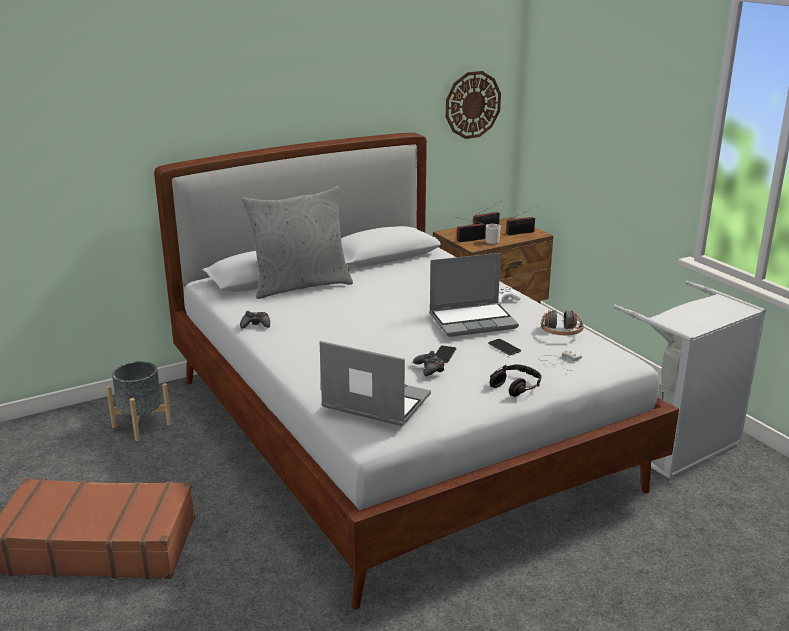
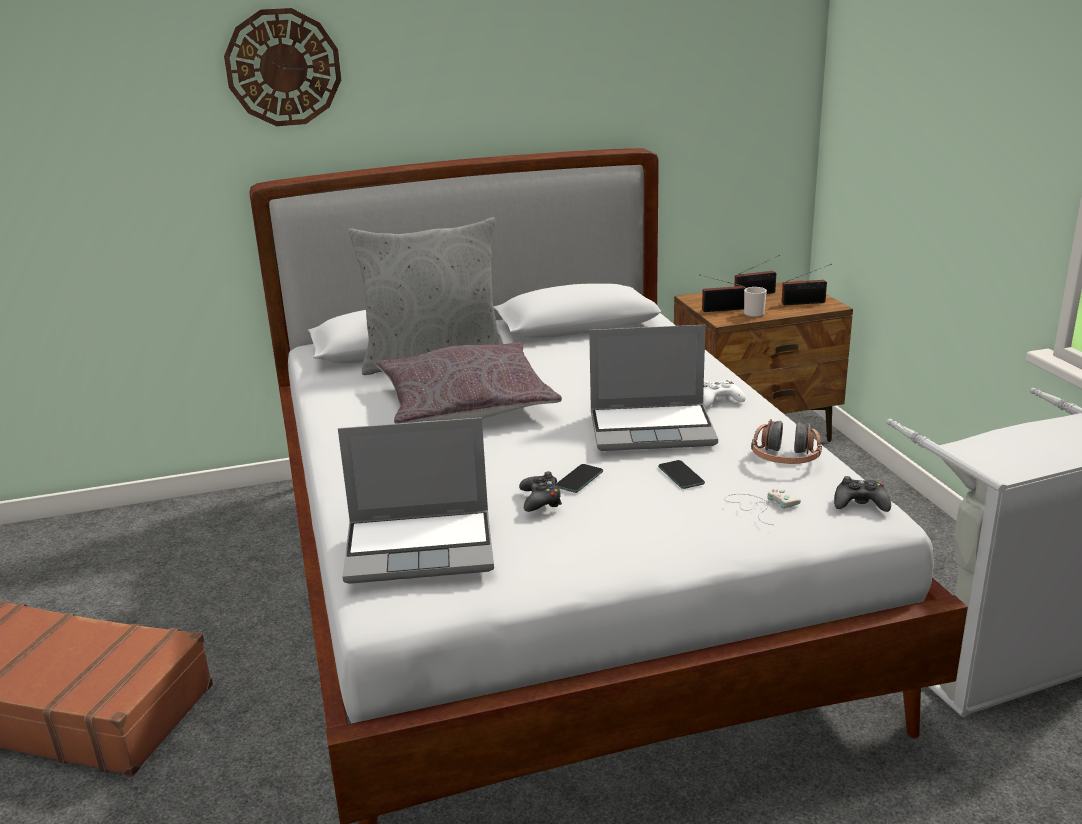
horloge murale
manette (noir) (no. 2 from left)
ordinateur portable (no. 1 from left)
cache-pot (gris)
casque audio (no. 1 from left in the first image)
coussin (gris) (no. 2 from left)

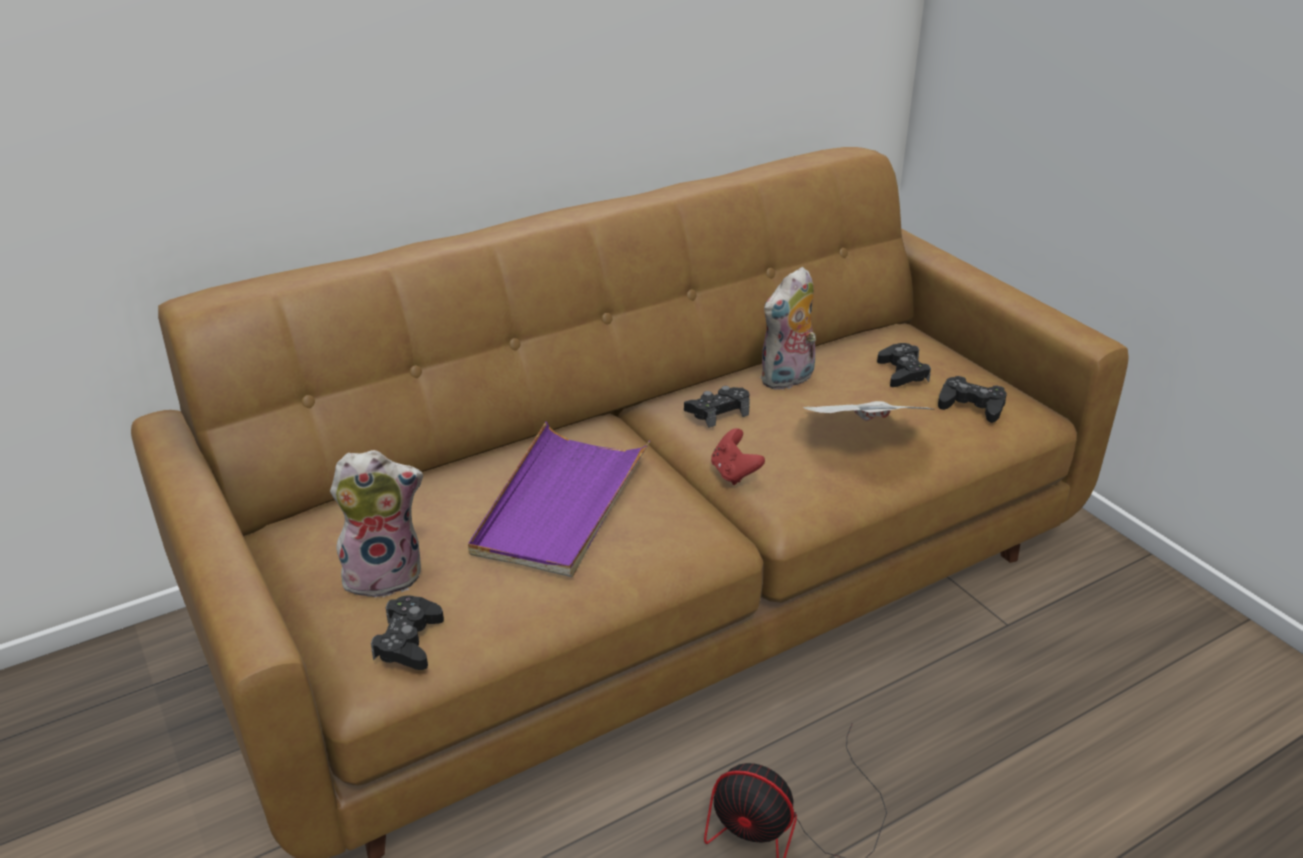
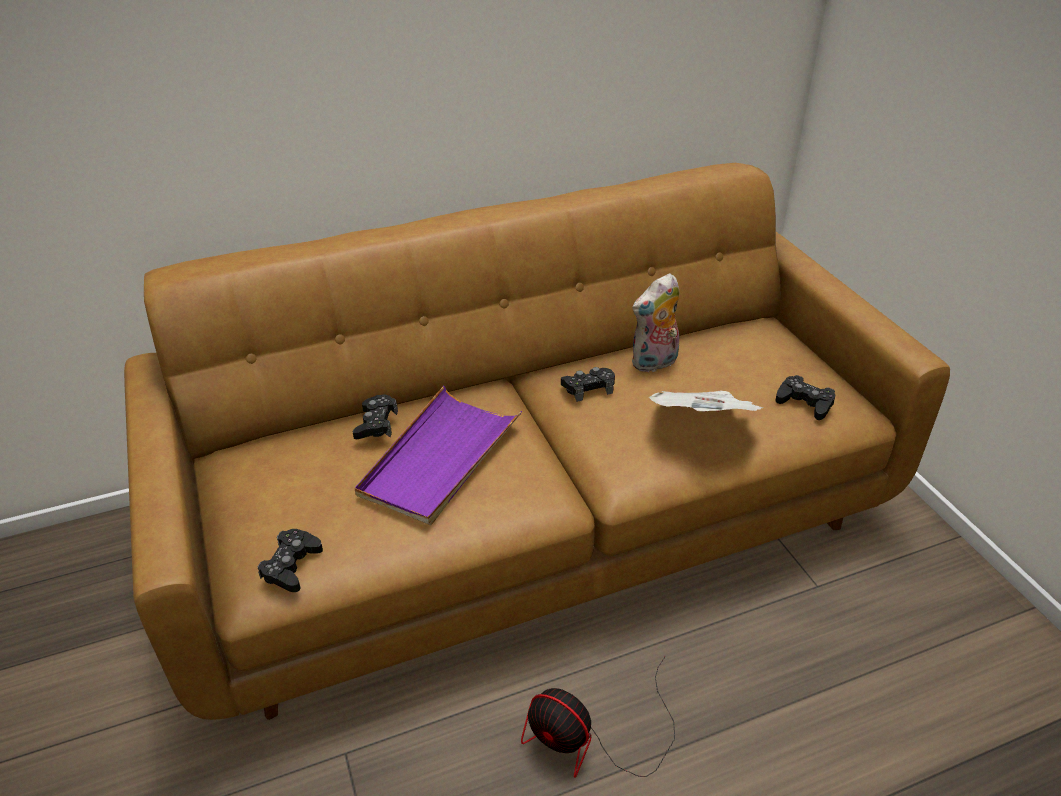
manette (noir) (no. 2 from left)
manette (rouge)
peluche (no. 1 from left in the first image)

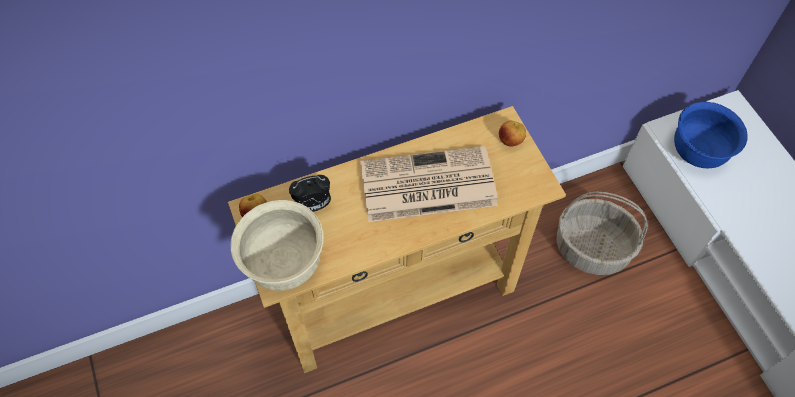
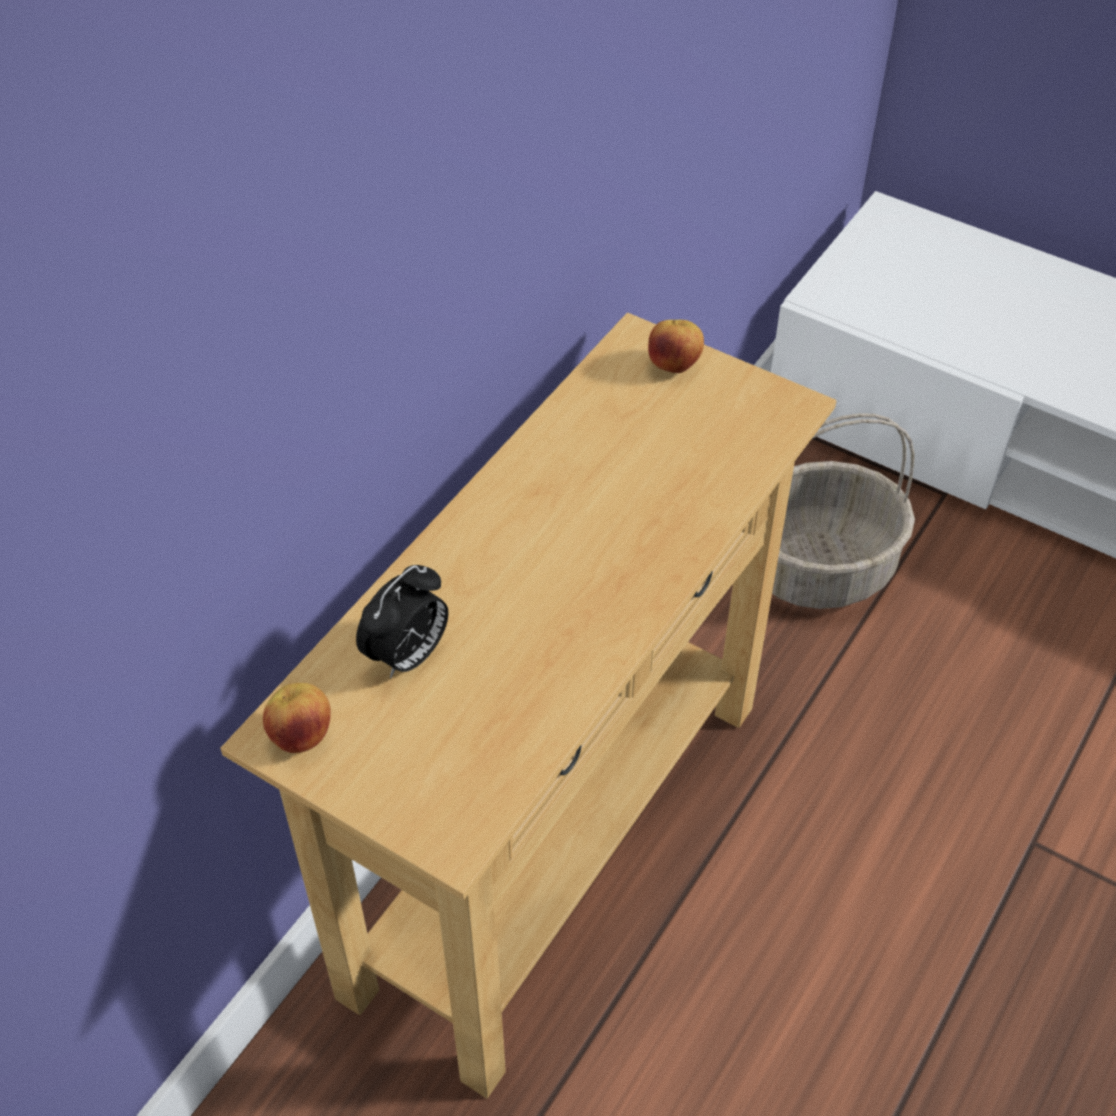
bol (bleu)
journal
bol (beige)

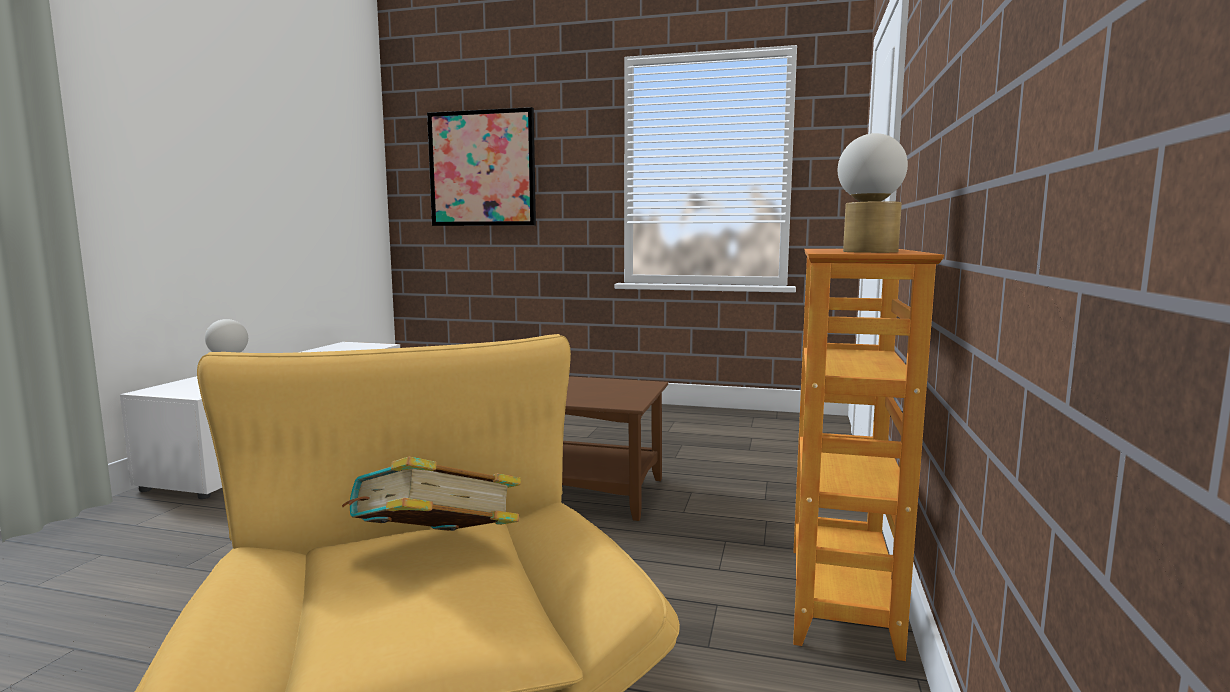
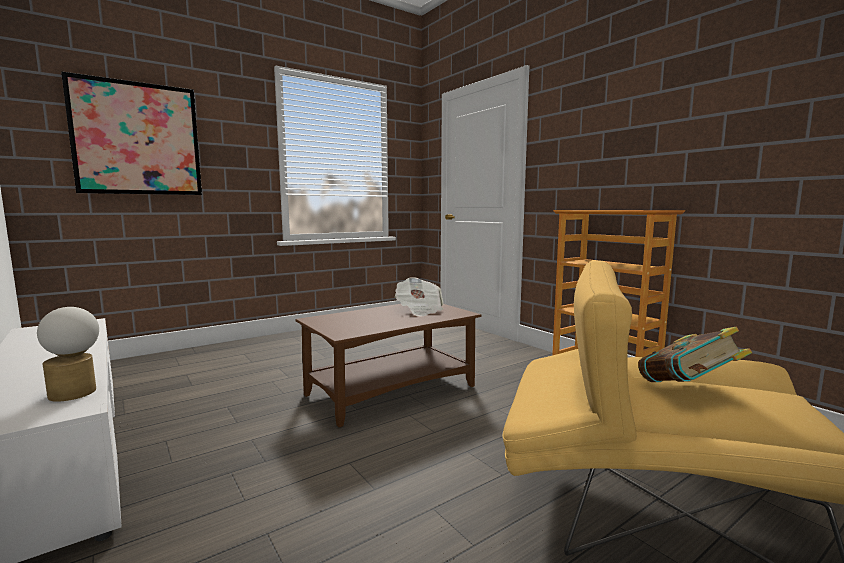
lampe de table (no. 2 from left in the first image)
journal

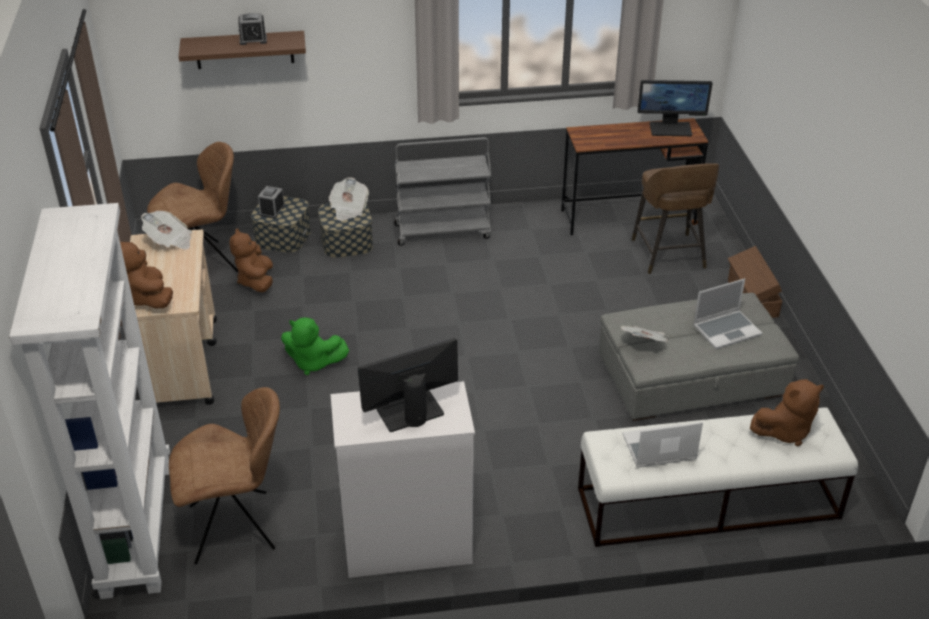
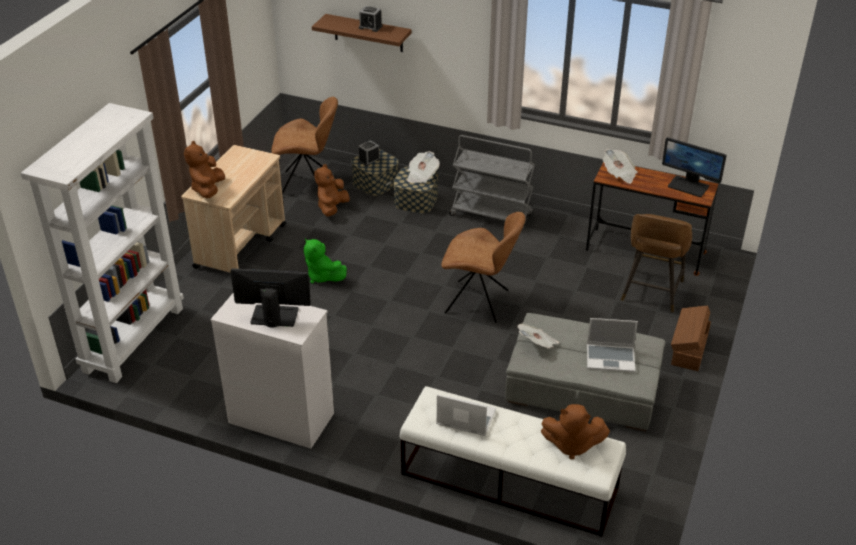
journal (no. 3 from left)
chaise (marron) (no. 2 from left)

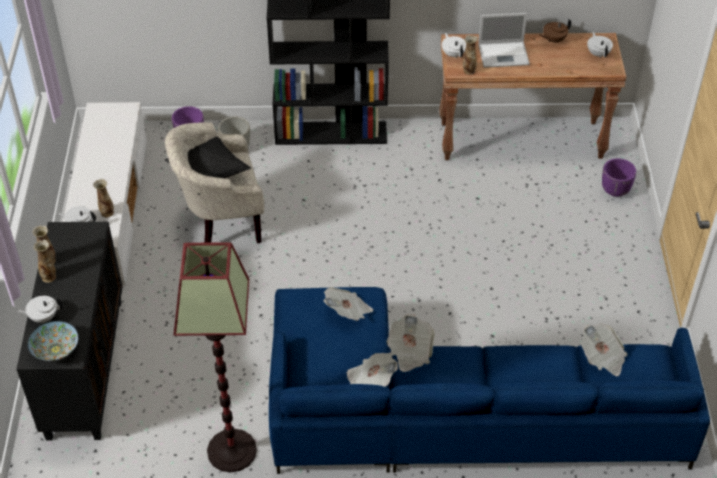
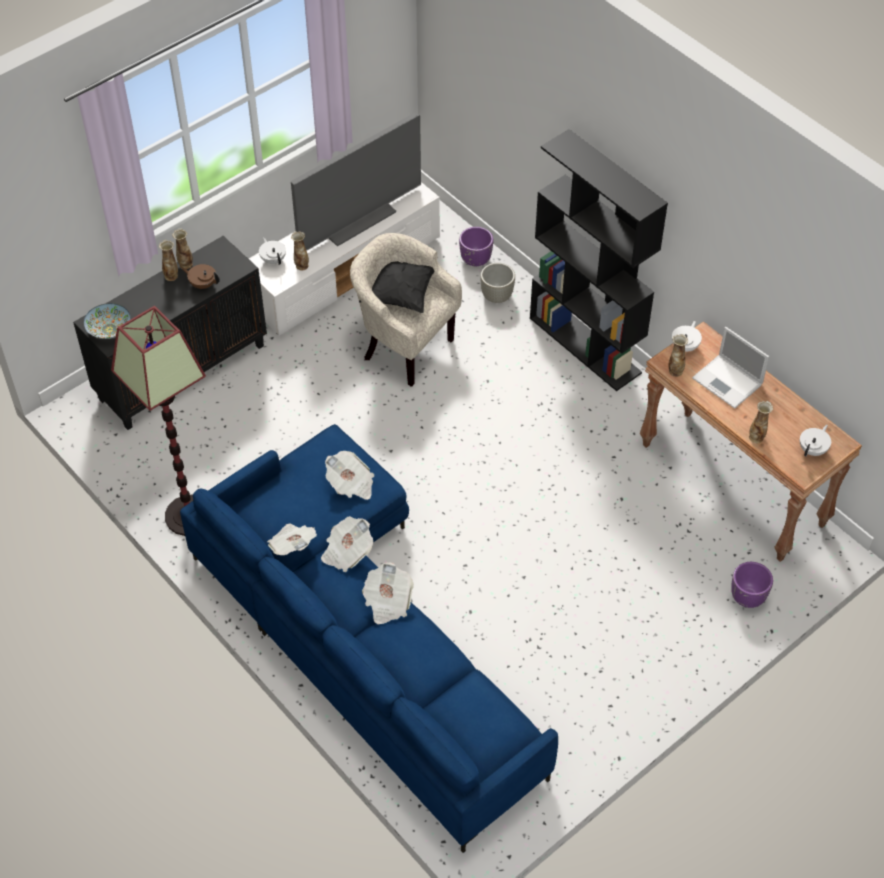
théière (marron)
théière (blanc) (no. 1 from left in the first image)
journal (no. 4 from left)
téléviseur
vase (no. 5 from left)

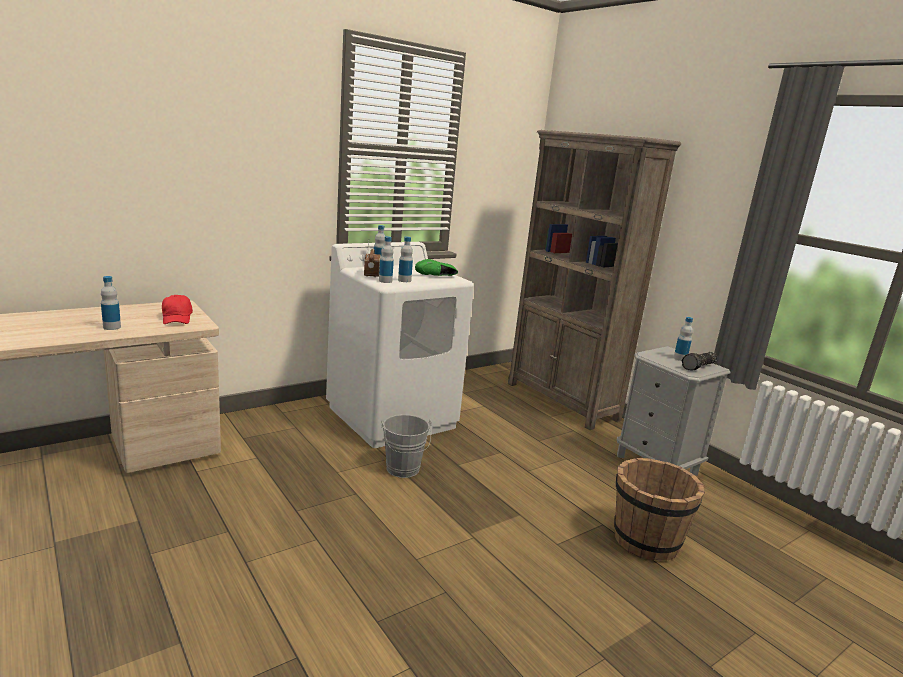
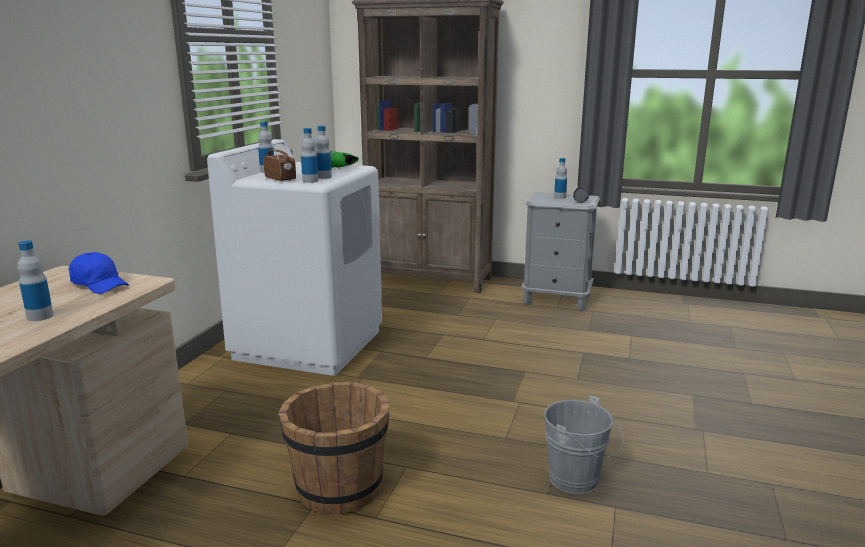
casquette (bleu)
seau (gris)
seau (marron)

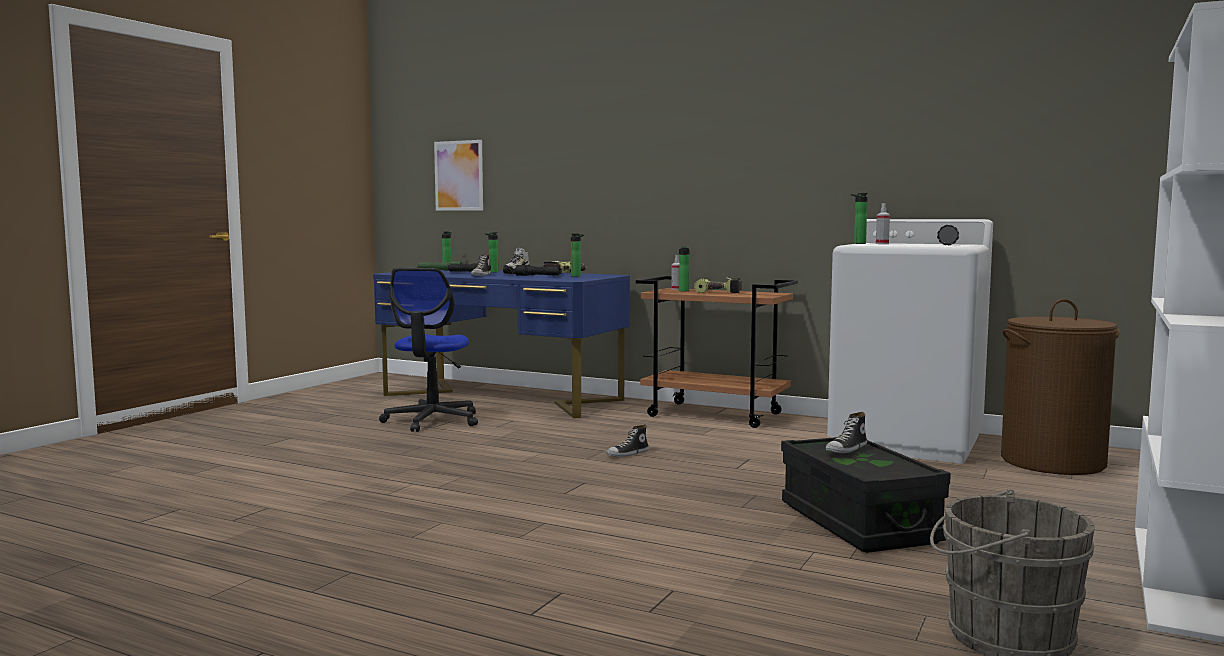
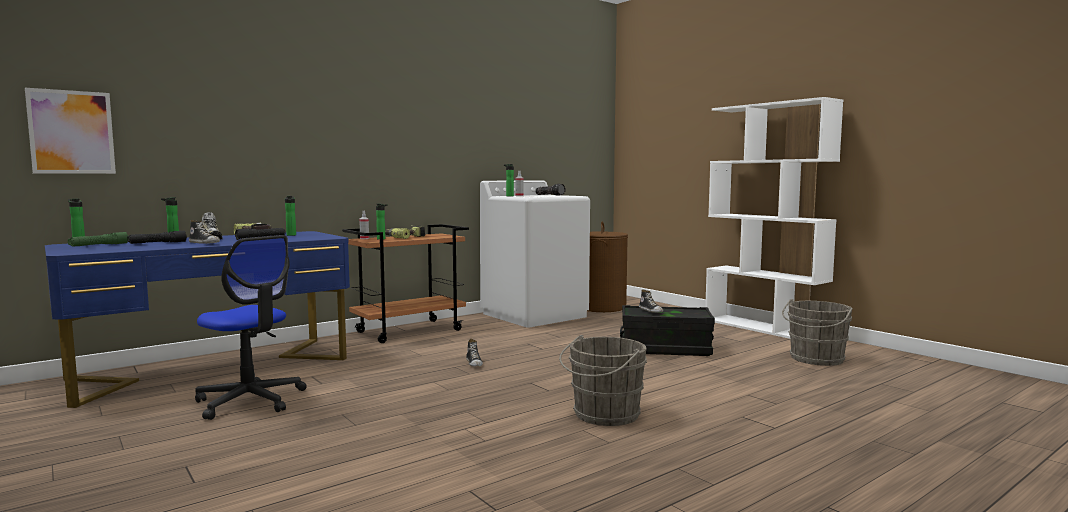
seau (gris) (no. 1 from left)

